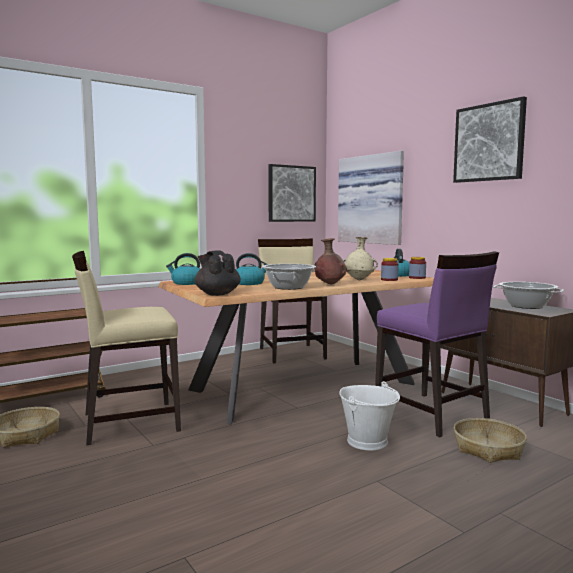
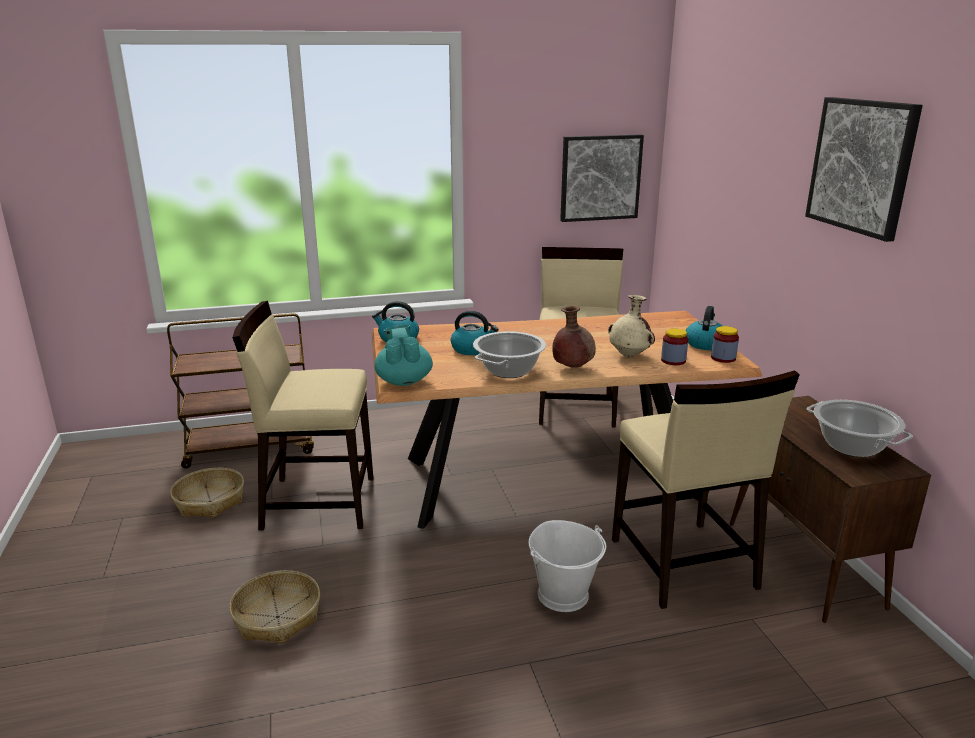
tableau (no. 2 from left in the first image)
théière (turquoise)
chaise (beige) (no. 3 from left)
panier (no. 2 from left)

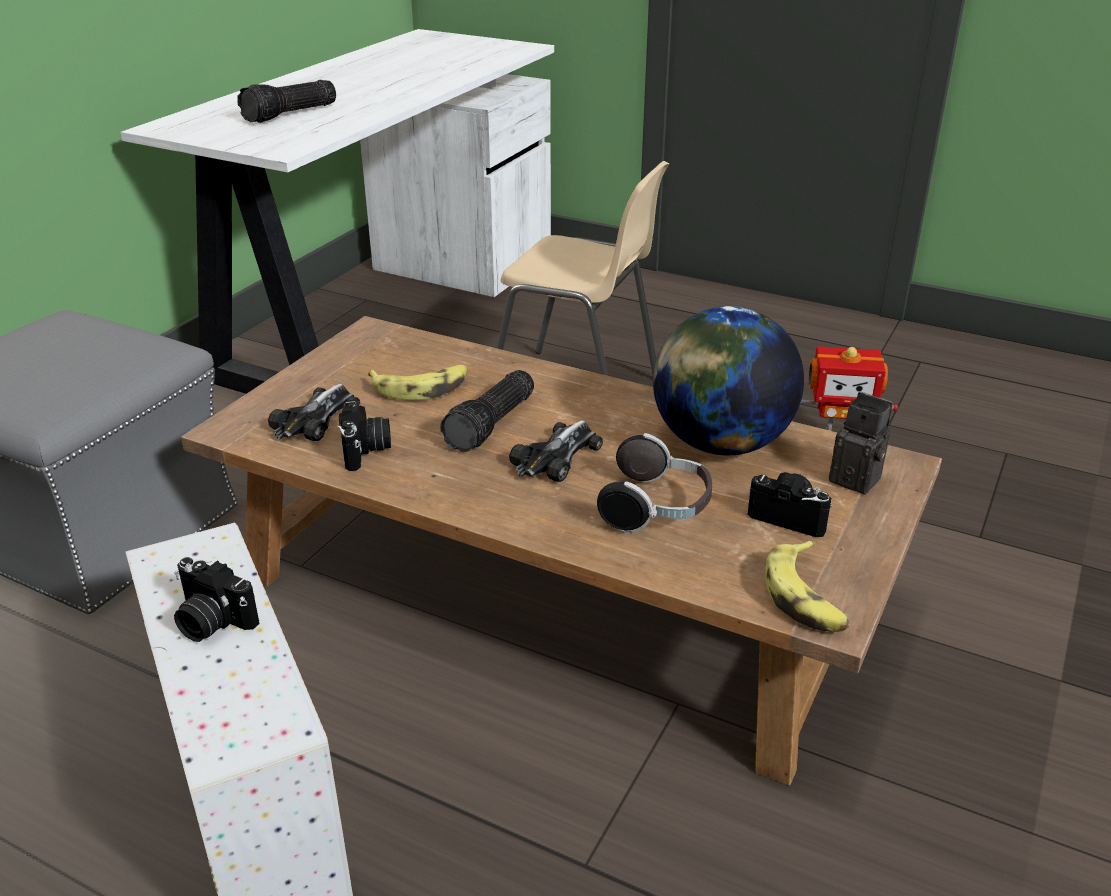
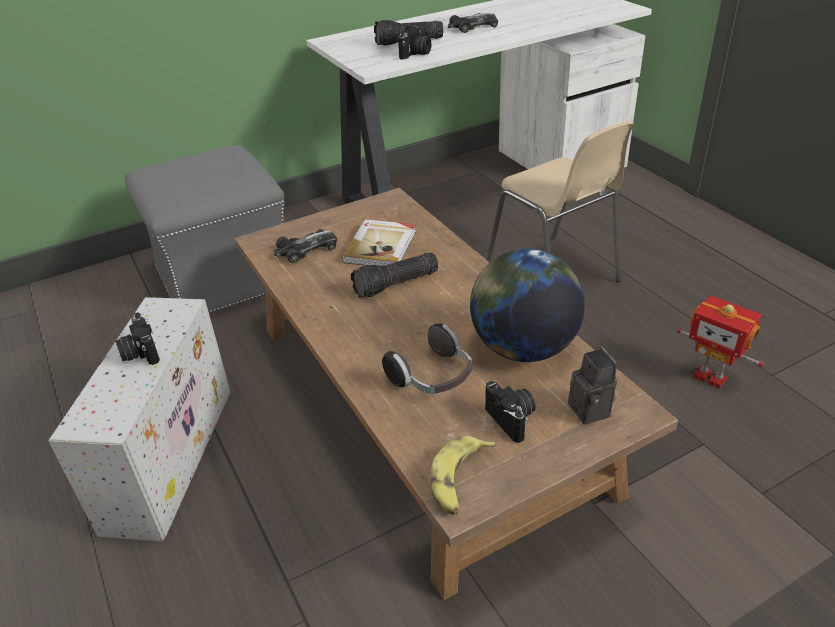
livre
appareil photo (no. 2 from left)
petite voiture (no. 2 from left)

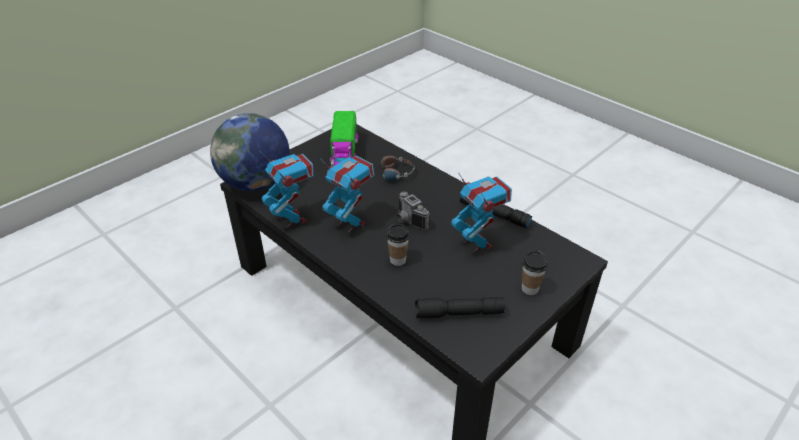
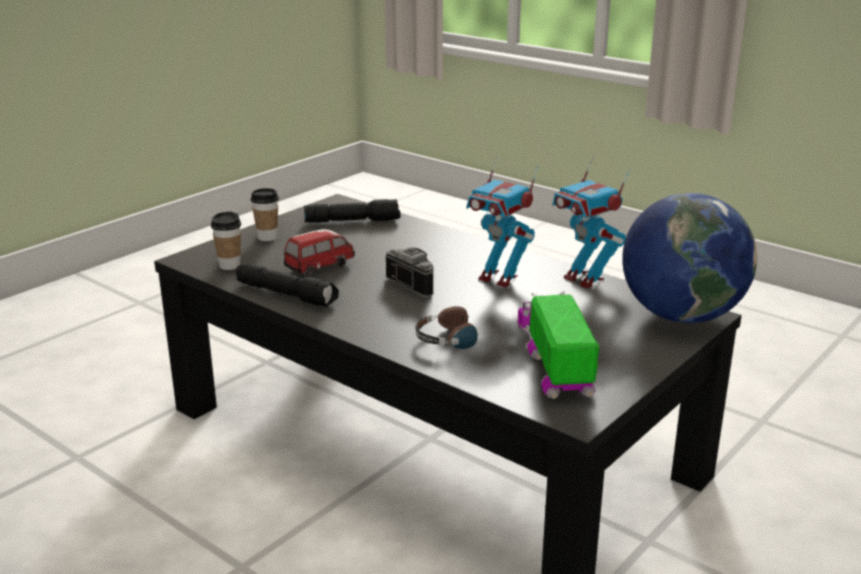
petite voiture
tasse (no. 1 from left)

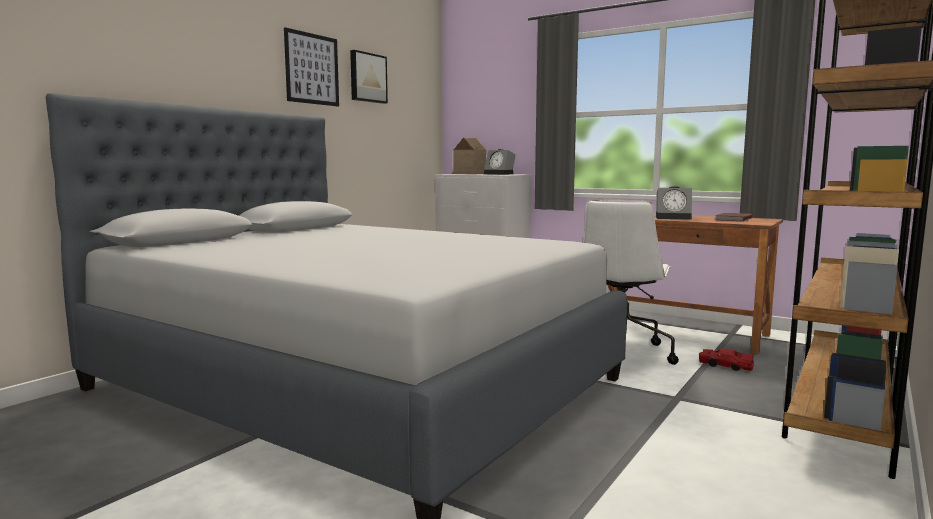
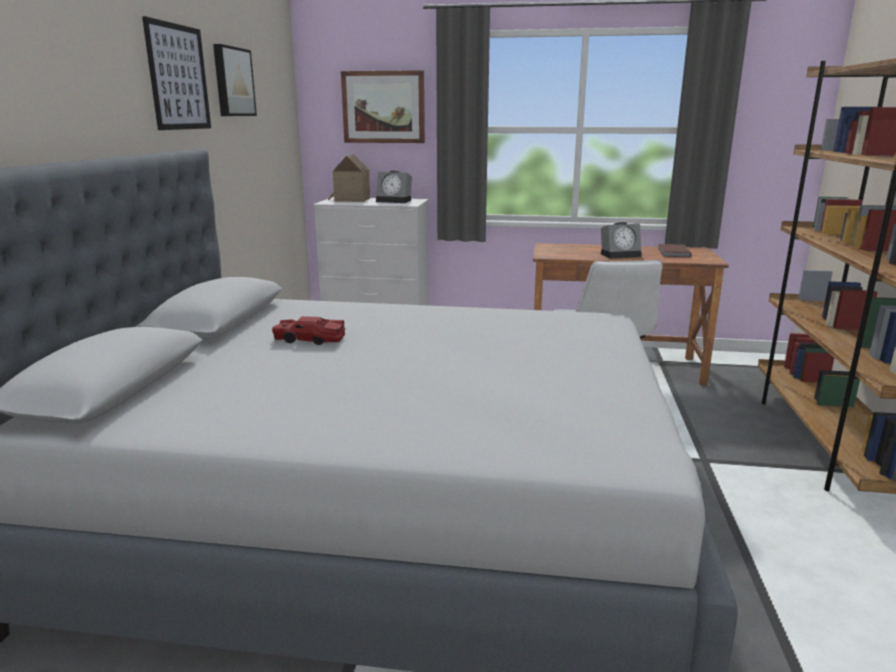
petite voiture (rouge)
tableau (no. 3 from left)

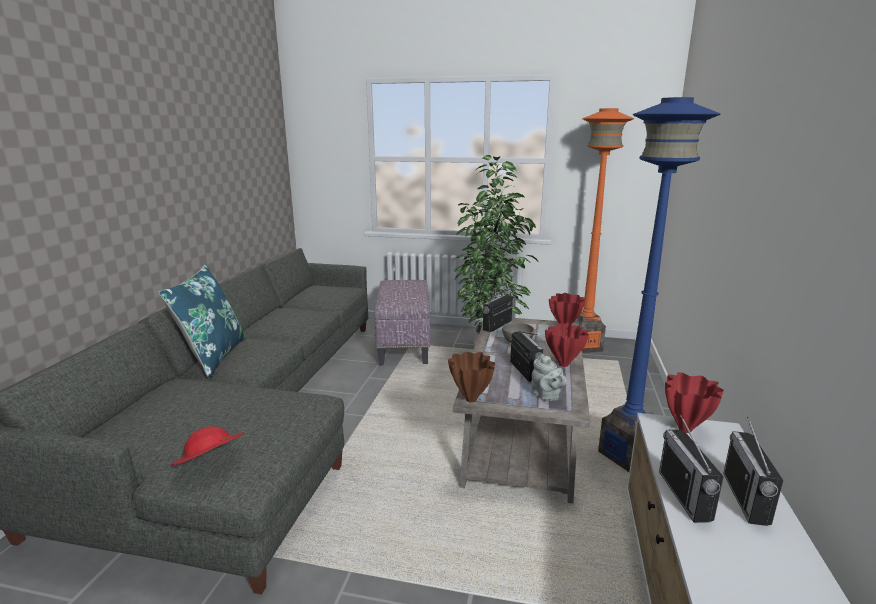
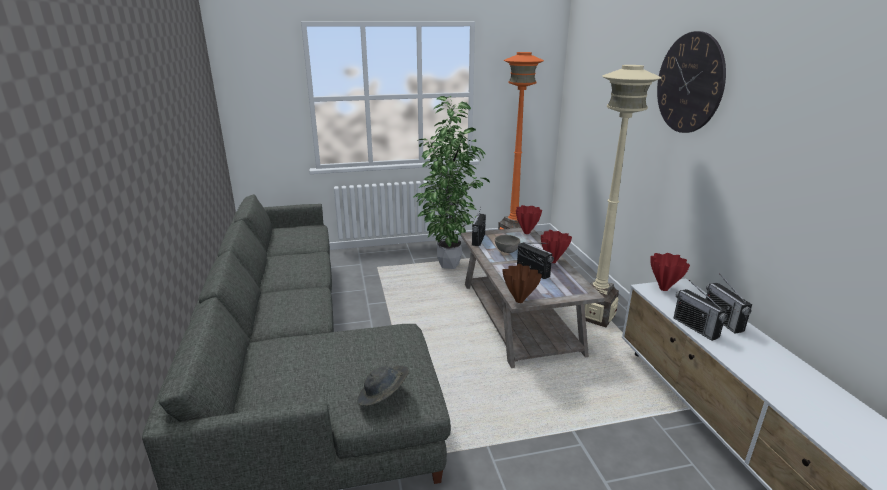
lampadaire (beige)
coussin (bleu)
pouf
théière (gris)
chapeau (gris)
horloge murale

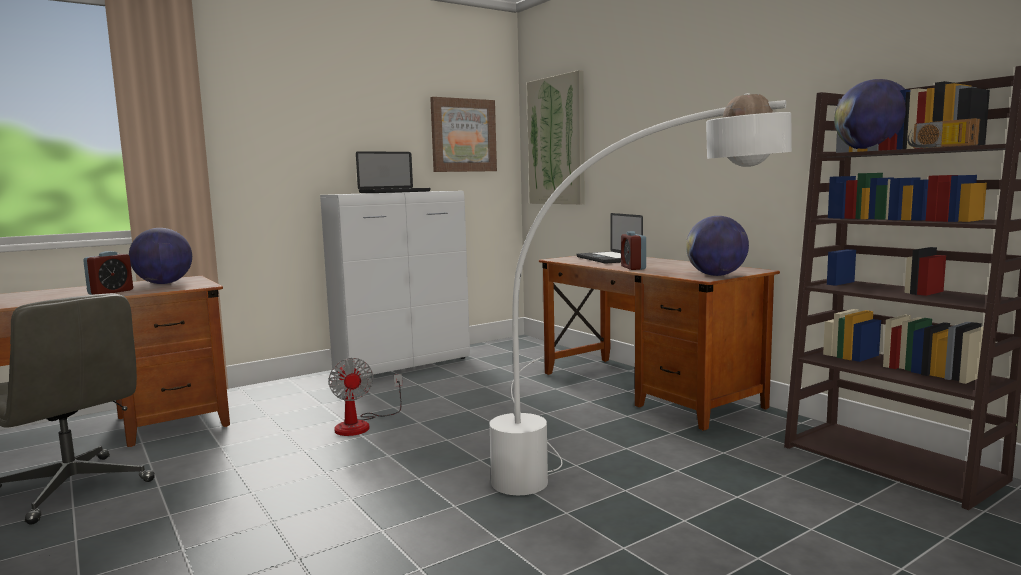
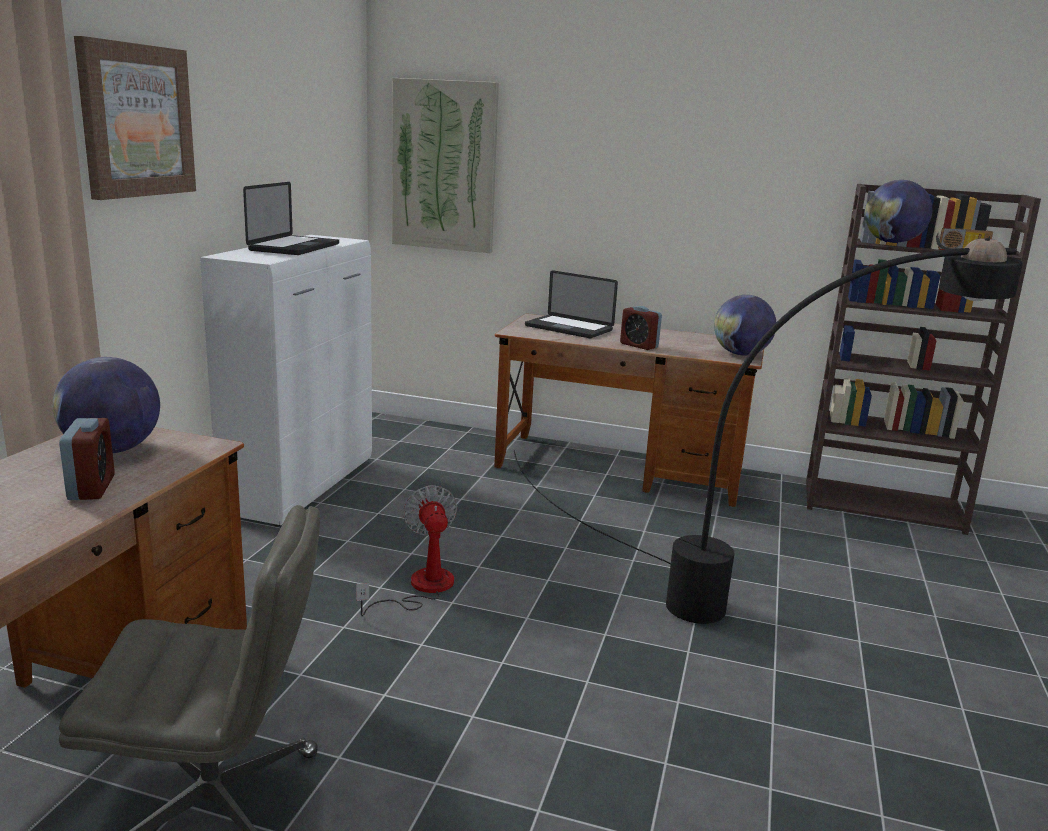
lampadaire (noir)
tableau (no. 1 from left)
ventilateur

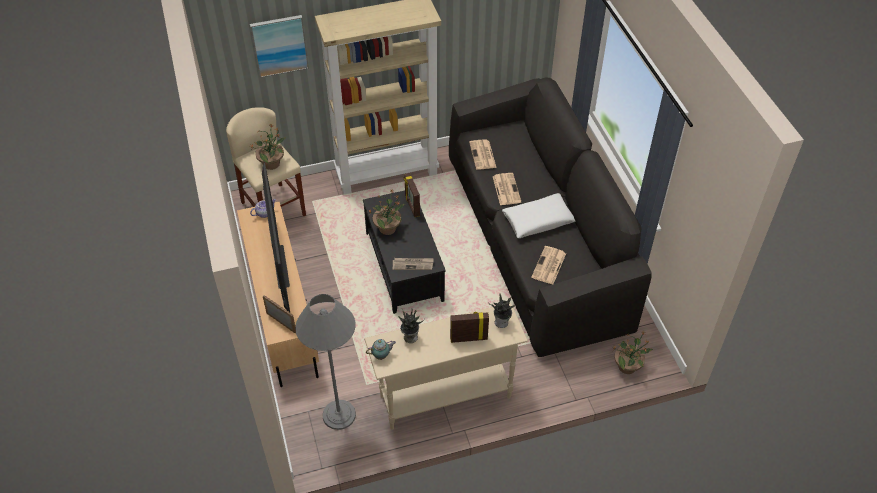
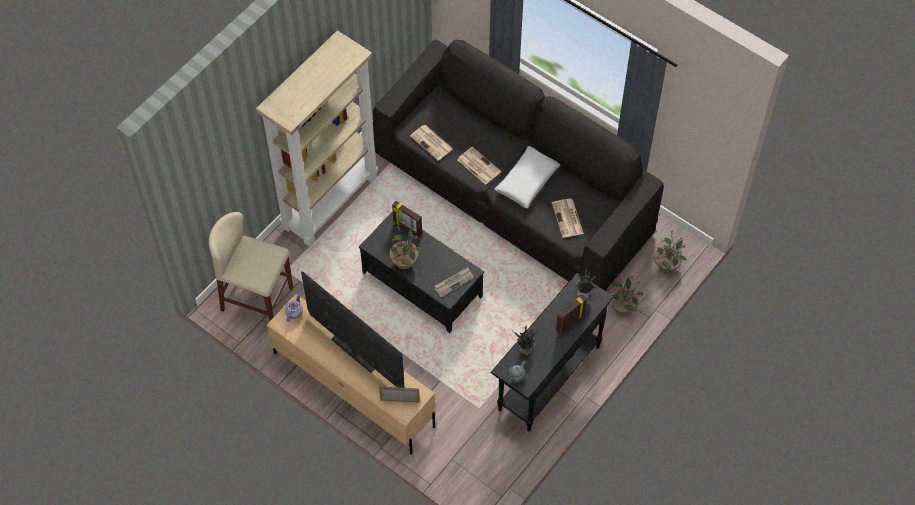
tableau
plante en pot (no. 4 from left)
lampadaire (gris)
table console (noir)

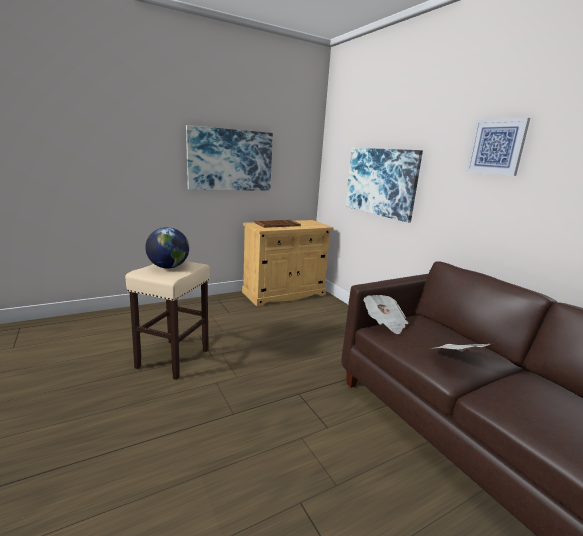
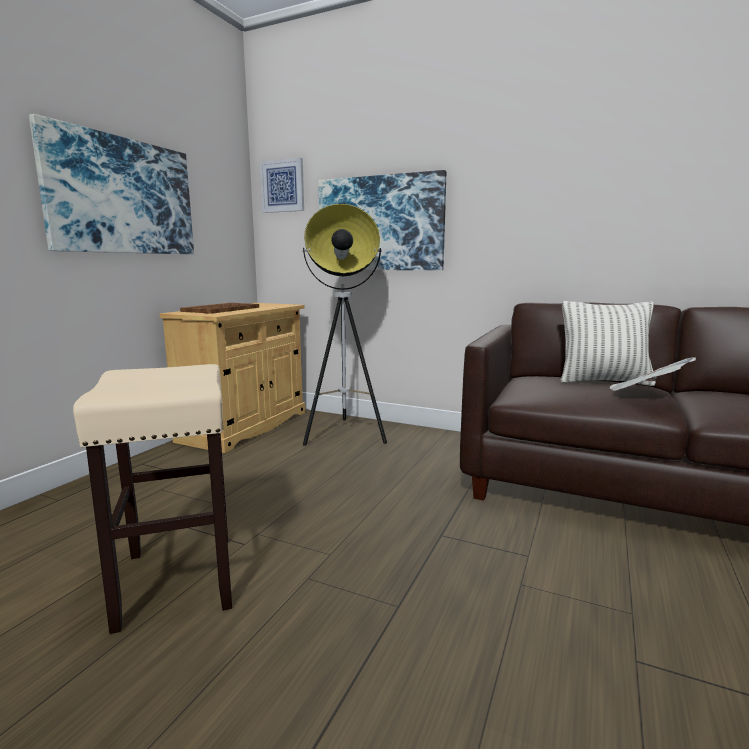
tableau (no. 2 from left)
globe
journal (no. 1 from left in the first image)
lampadaire
coussin

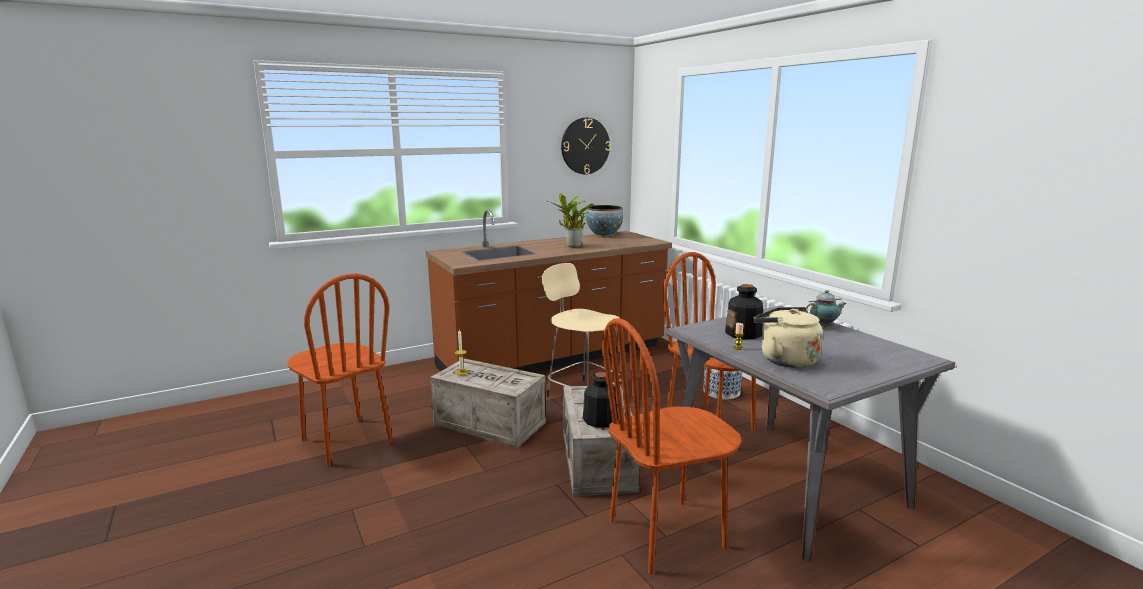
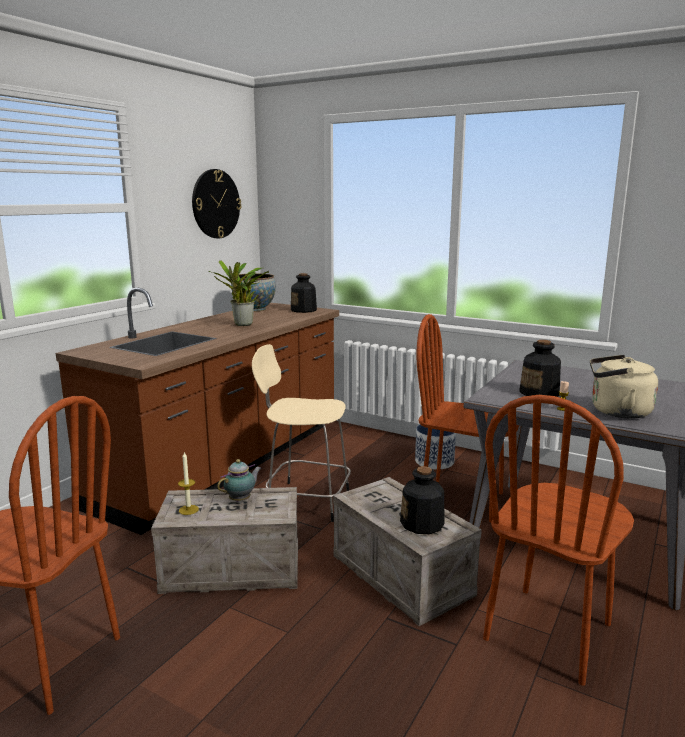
théière
bouteille (no. 1 from left)

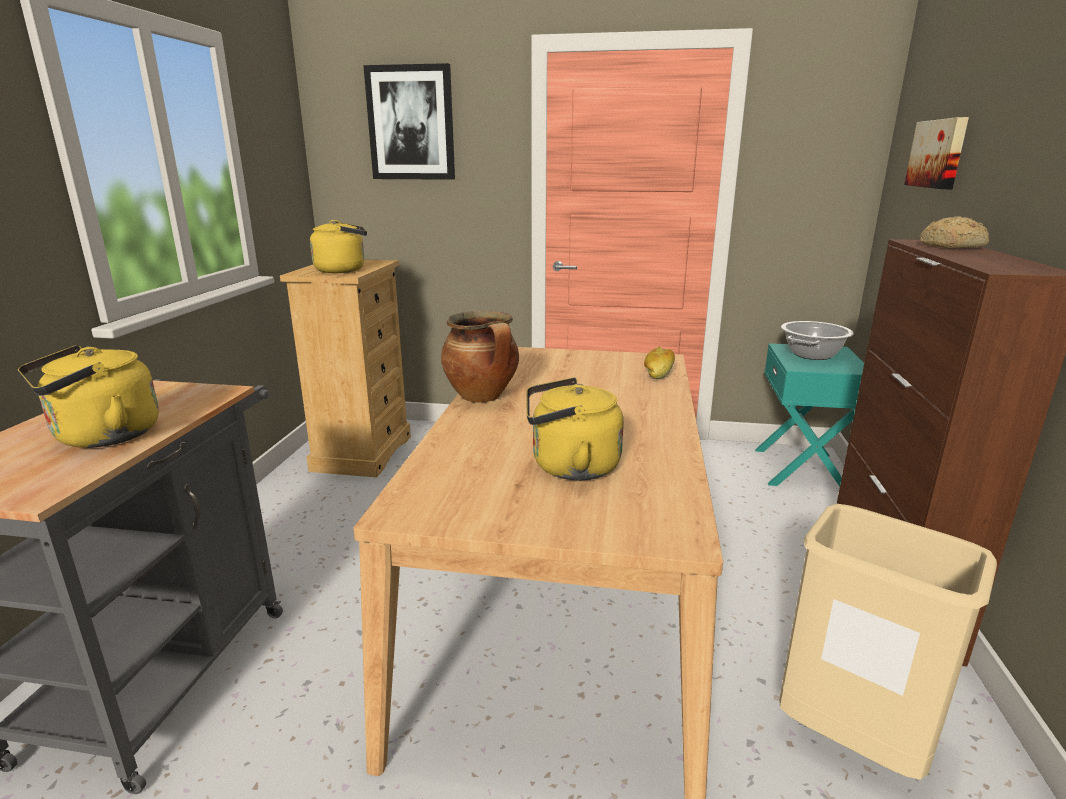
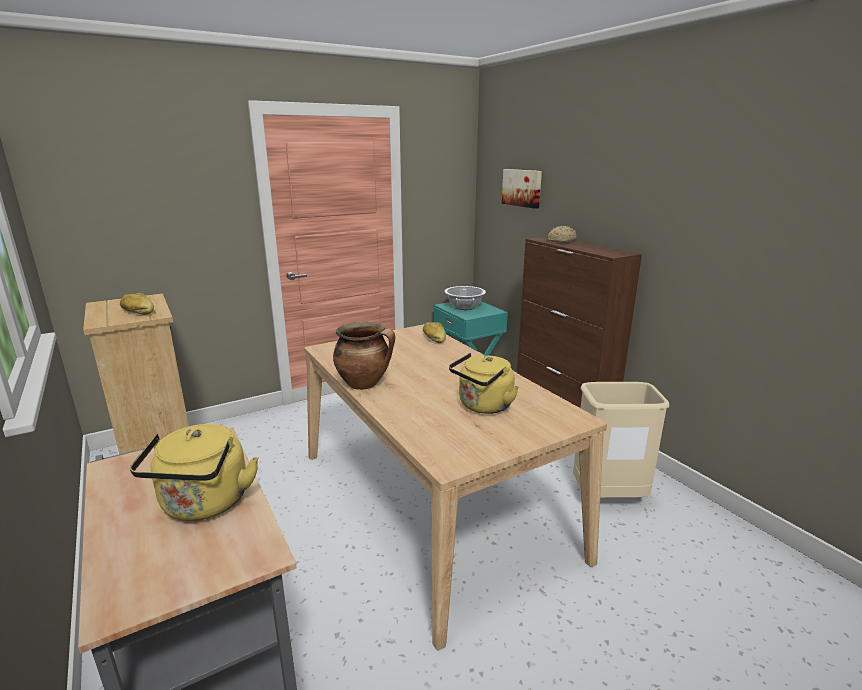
tableau (no. 1 from left in the first image)
pain (no. 1 from left)

